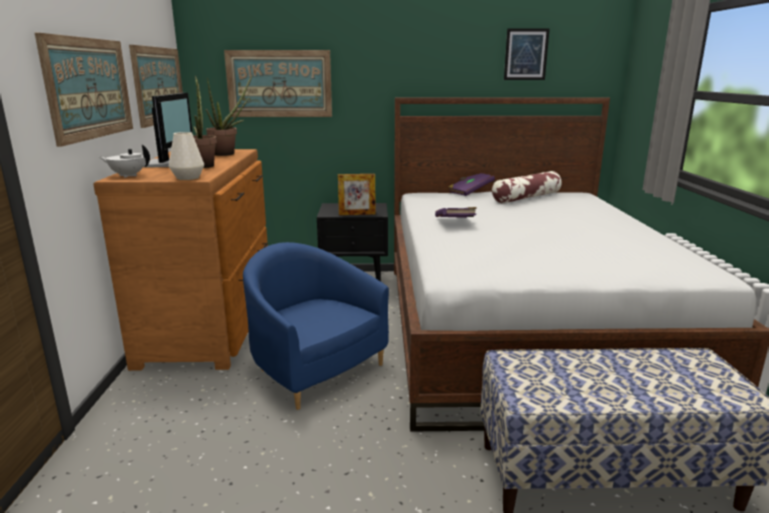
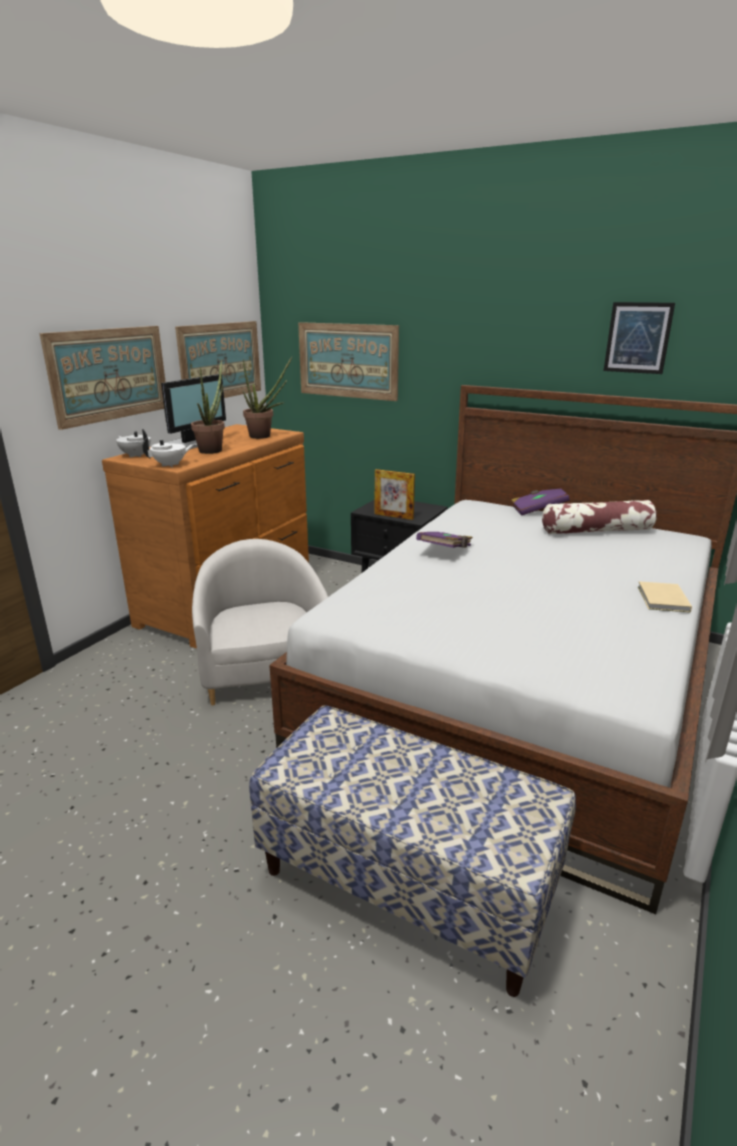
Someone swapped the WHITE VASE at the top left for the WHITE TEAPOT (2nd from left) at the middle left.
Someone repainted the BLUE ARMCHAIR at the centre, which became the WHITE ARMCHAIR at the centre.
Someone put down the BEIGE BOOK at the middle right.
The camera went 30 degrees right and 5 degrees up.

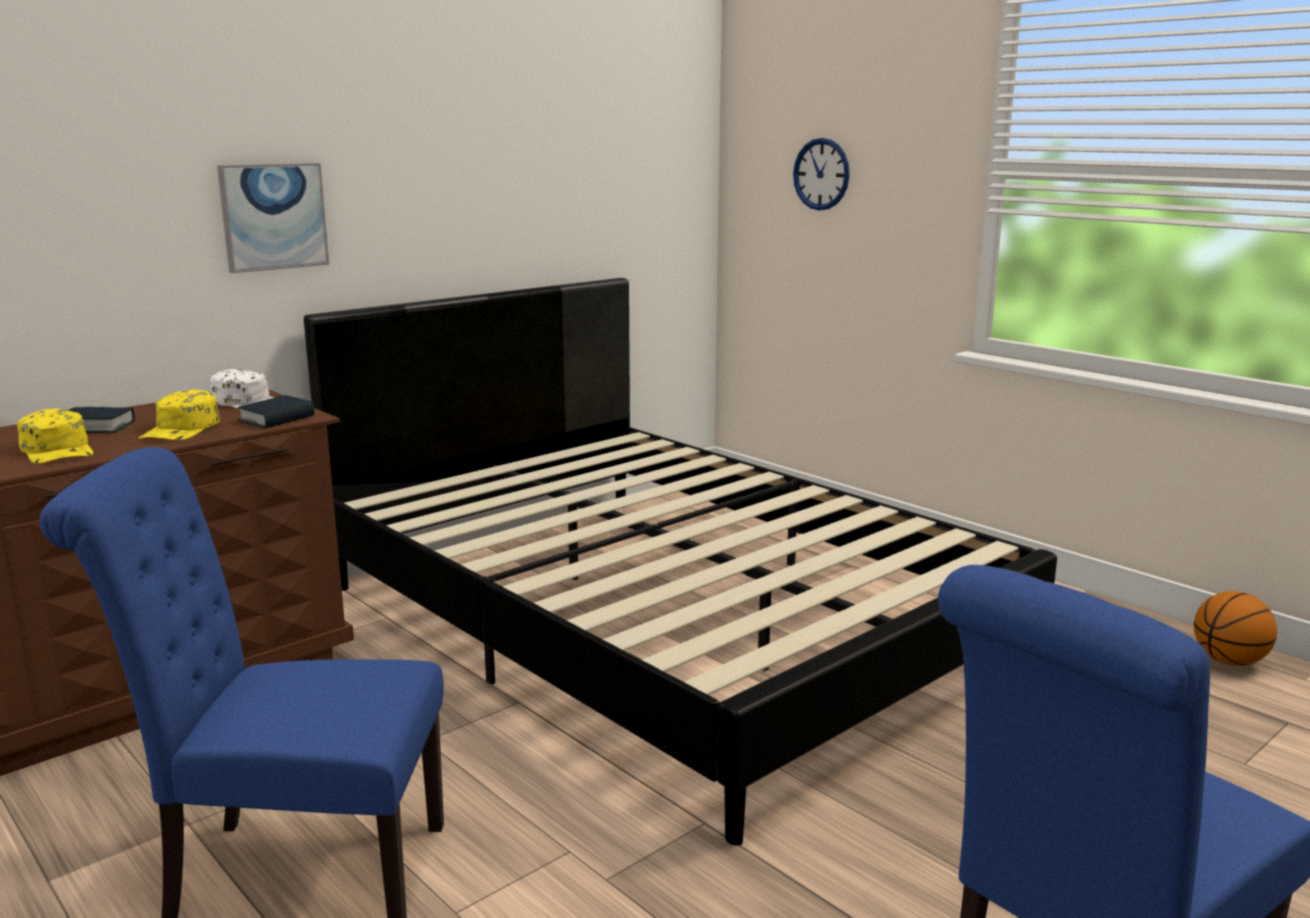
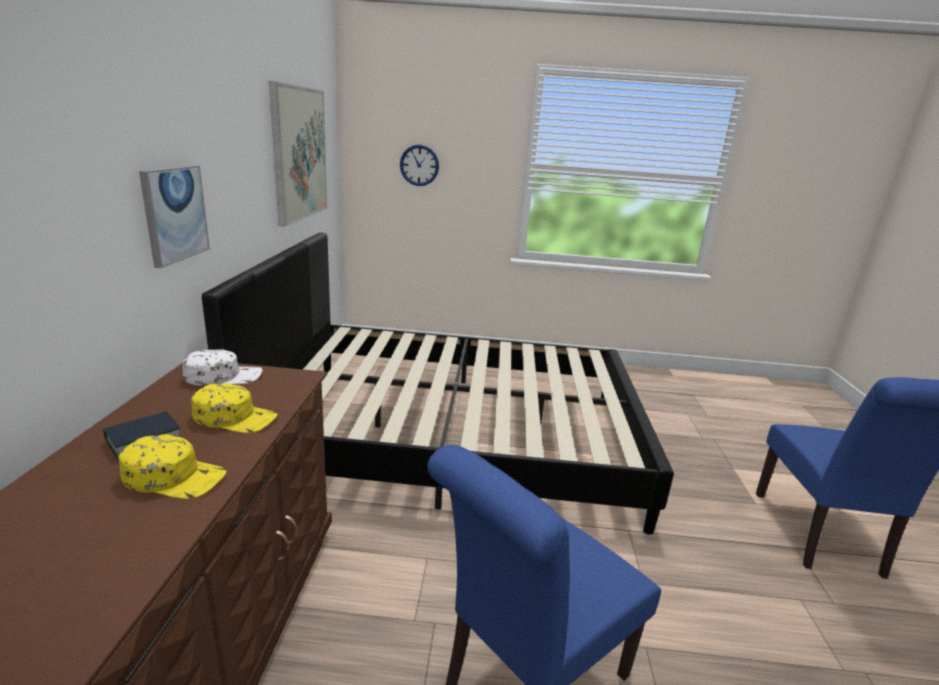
Someone rotated the YELLOW CAP (2nd from left) at the middle left by 45 degrees counterclockwise.
Someone took away the BOOK (2nd from left) at the middle left.
Someone took away the BASKETBALL at the bottom right.
Someone put up the PICTURE (2nd from left) at the top left.
The camera went 45 degrees left and 5 degrees up.

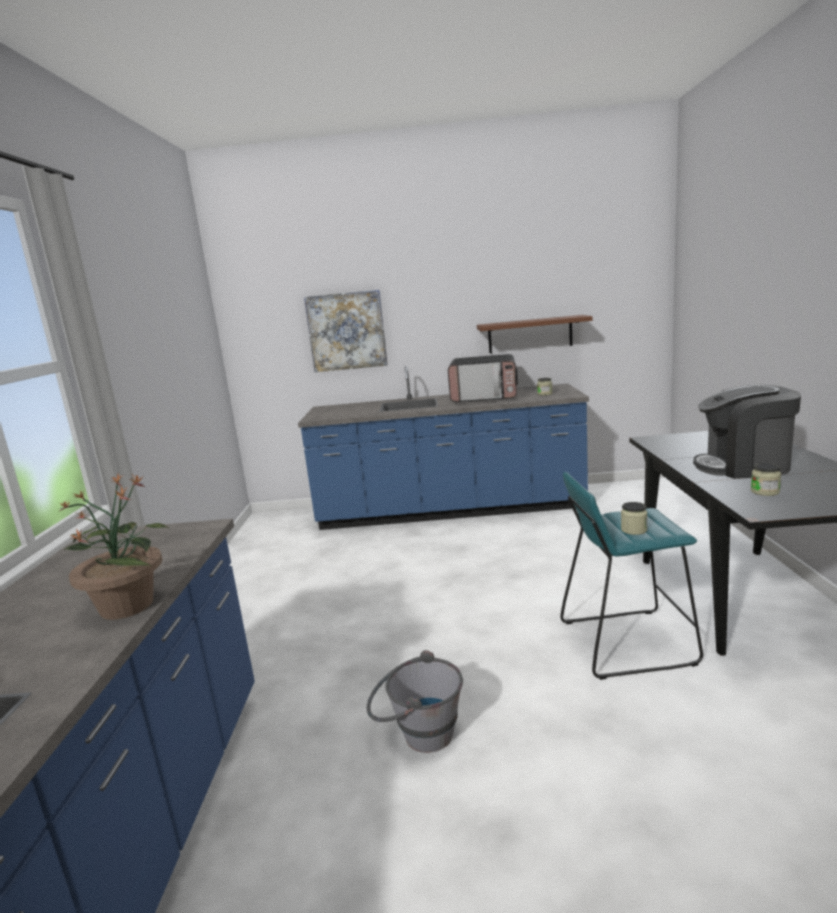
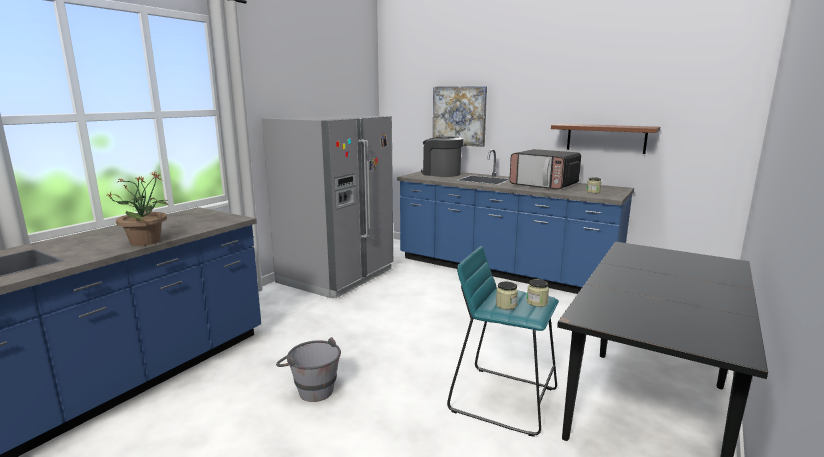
Someone carried the COFFEE MACHINE from the middle right to the centre.
Someone carried the JAR (3rd from left in the first image) from the middle right to the centre.
Someone put down the GREY FRIDGE at the centre.
The camera went 30 degrees right and 0 degrees up.

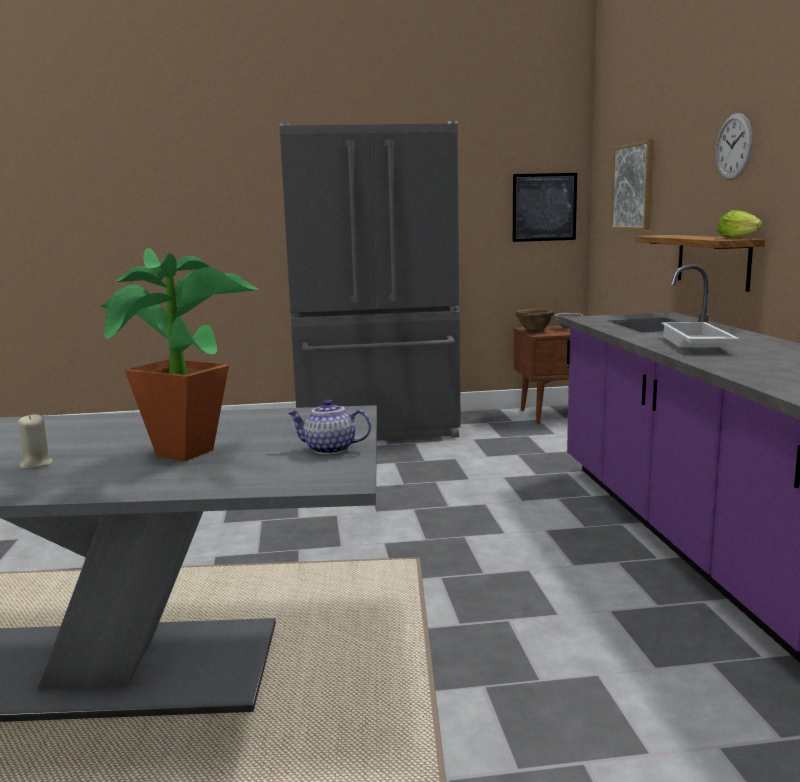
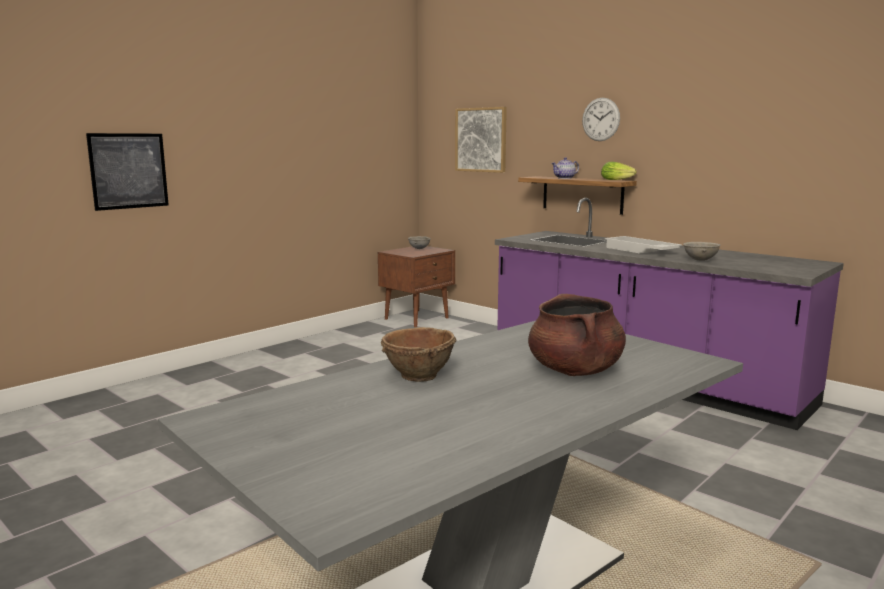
Someone took away the GREY FRIDGE at the centre.
Someone carried the PICTURE (1st from left) from the top right to the top left.
Someone swapped the POTTED PLANT at the middle left for the BROWN COOKING POT at the centre.
Someone carried the BROWN BOWL from the middle right to the centre.
Someone carried the TEAPOT from the centre to the top centre.
Someone took away the BEIGE CANDLE at the middle left.
Someone put down the GREY BOWL (2nd from left) at the middle right.
The camera went 40 degrees left and 0 degrees up.

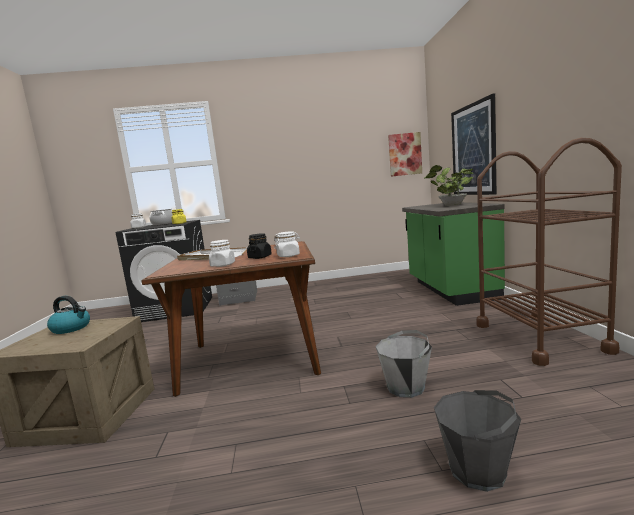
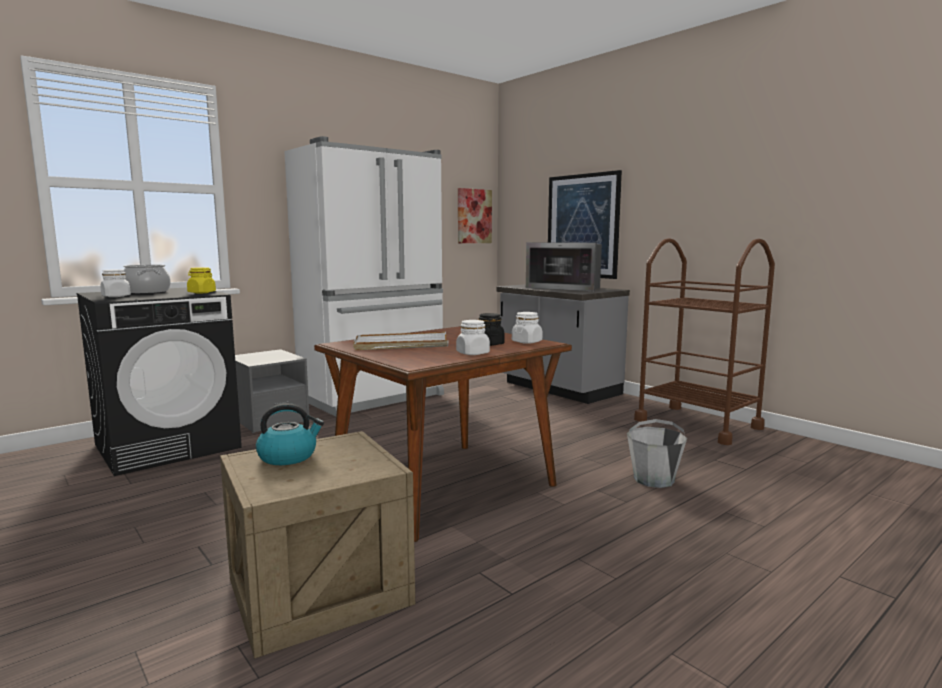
Someone swapped the POTTED PLANT at the middle right for the MICROWAVE at the centre.
Someone repainted the GREEN COUNTER at the middle right, which became the GREY COUNTER at the centre.
Someone took away the GREY BUCKET (2nd from left) at the bottom right.
Someone put down the WHITE FRIDGE at the centre.
The camera went 35 degrees left and 0 degrees up.

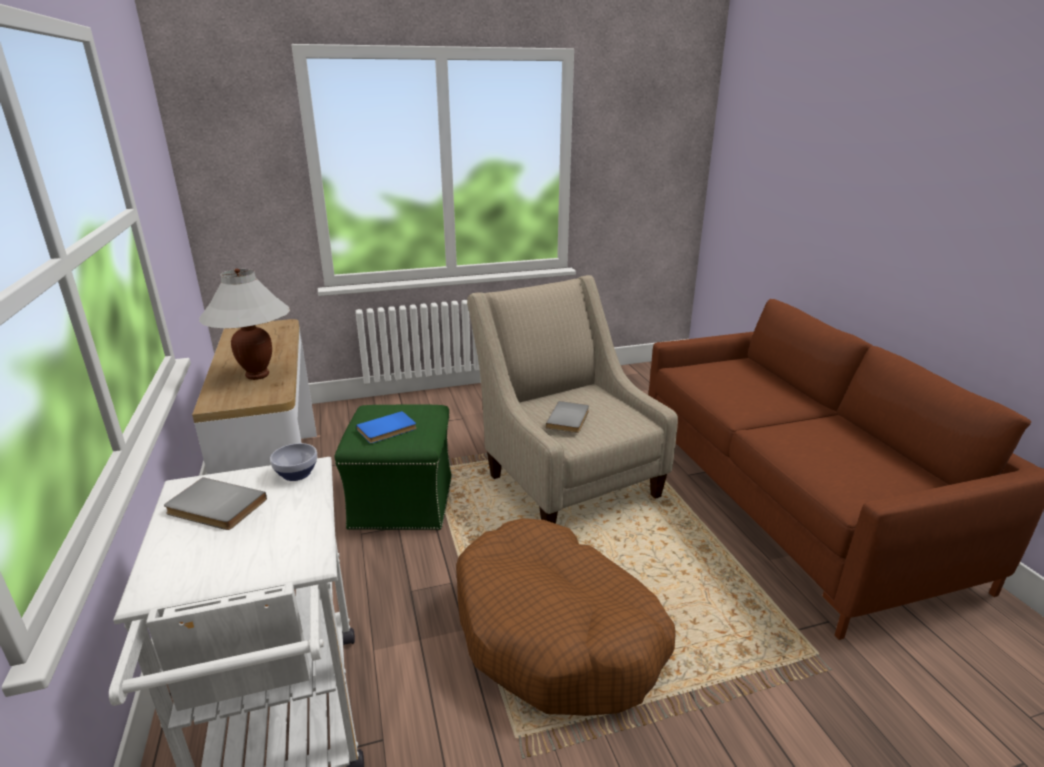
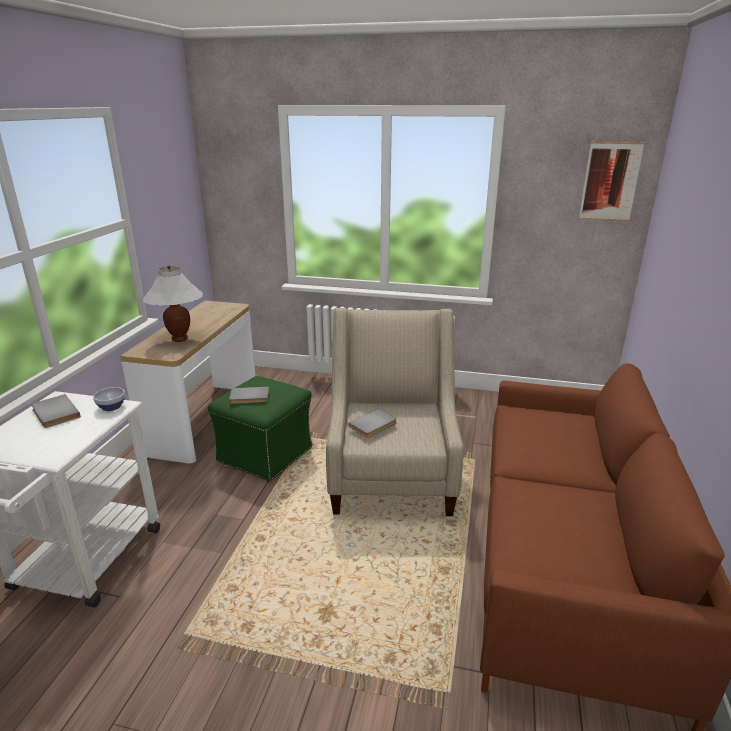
Someone repainted the BLUE BOOK at the centre, which became the GREY BOOK (2nd from left) at the centre.
Someone took away the BROWN DOG BED at the bottom centre.
Someone put up the PICTURE at the top right.
The camera went 30 degrees right and 0 degrees up.

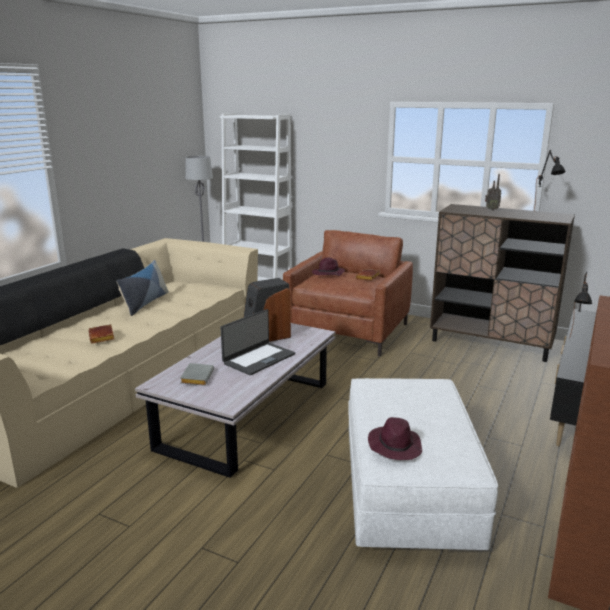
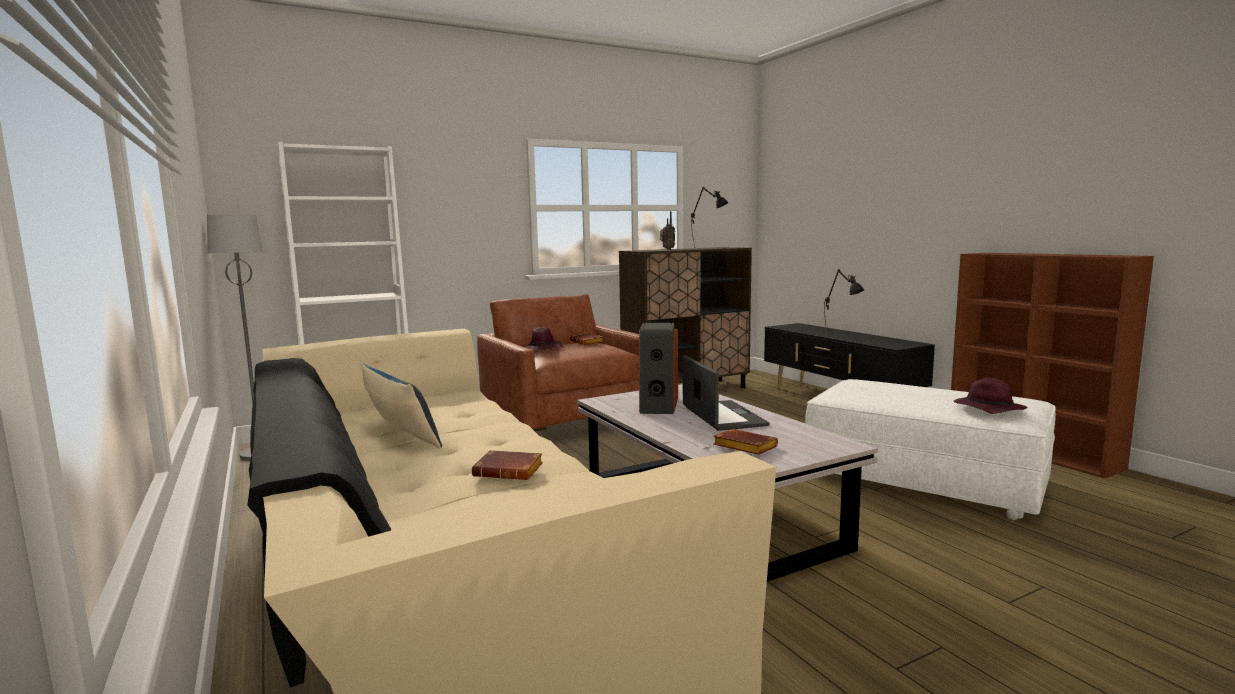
Someone repainted the GREY BOOK at the middle left, which became the BROWN BOOK (3rd from left) at the centre.
The camera went 55 degrees left and 10 degrees down.

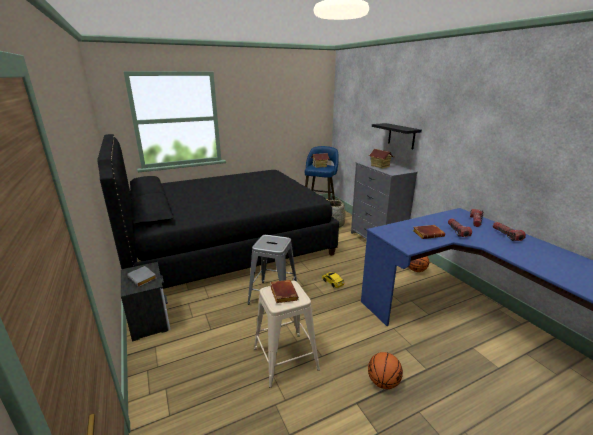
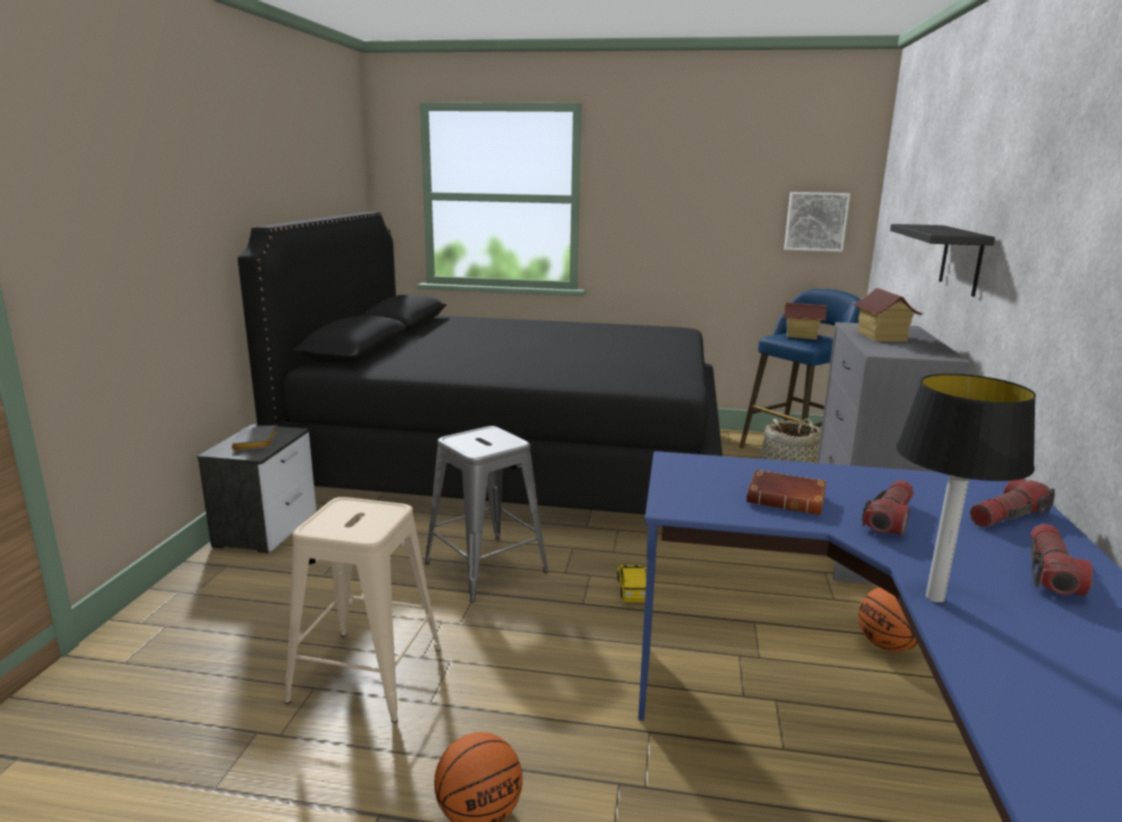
Someone took away the BROWN BOOK (1st from left) at the bottom centre.
Someone put up the PICTURE at the top right.
Someone put down the TABLE LAMP at the middle right.
The camera went 35 degrees right and 5 degrees down.

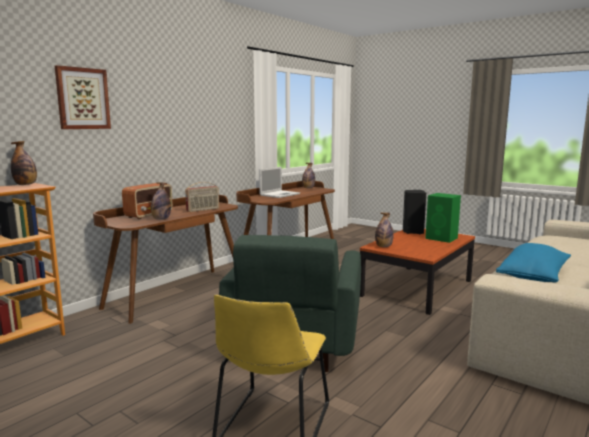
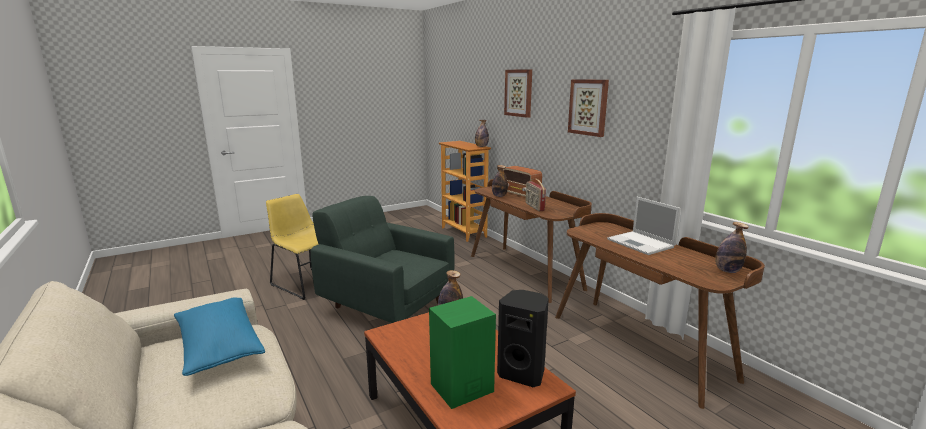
Someone put up the PICTURE (2nd from left) at the top centre.
The camera went 110 degrees right and 5 degrees up.

